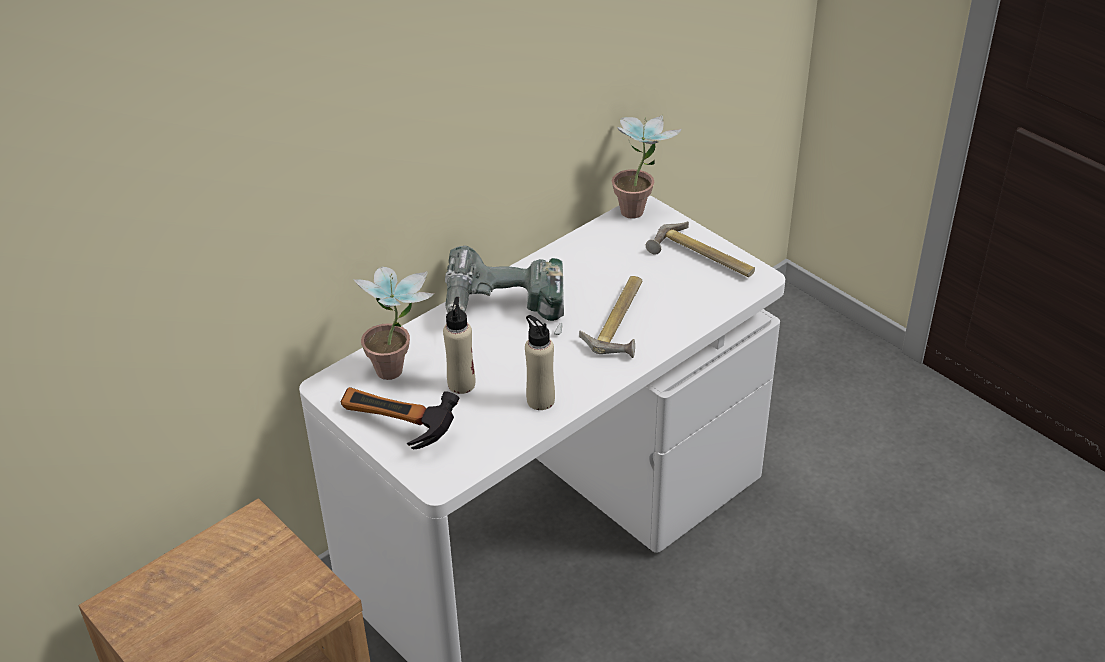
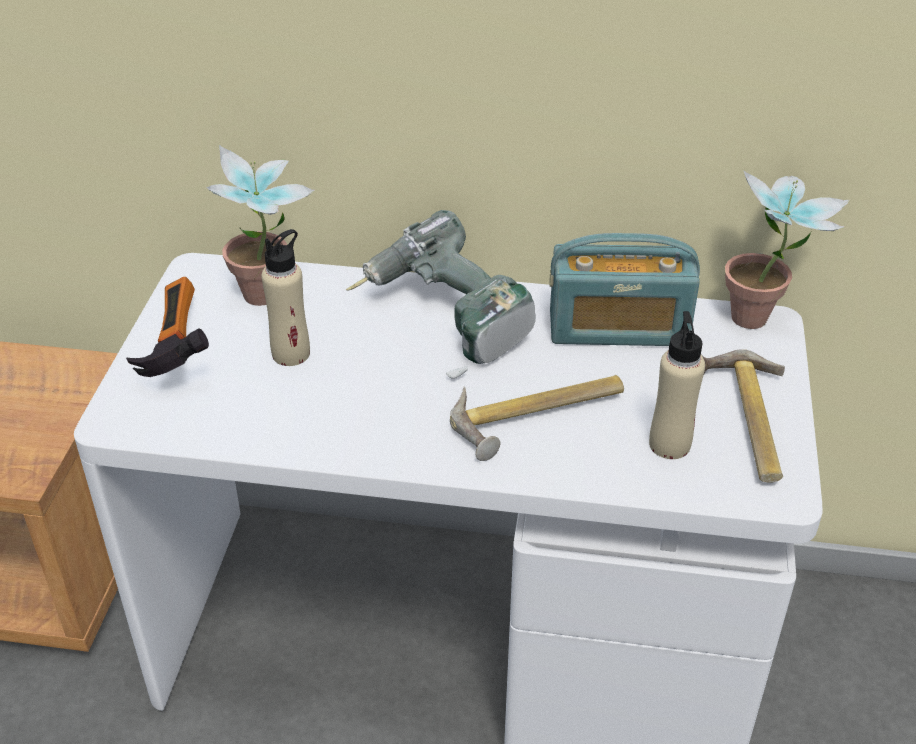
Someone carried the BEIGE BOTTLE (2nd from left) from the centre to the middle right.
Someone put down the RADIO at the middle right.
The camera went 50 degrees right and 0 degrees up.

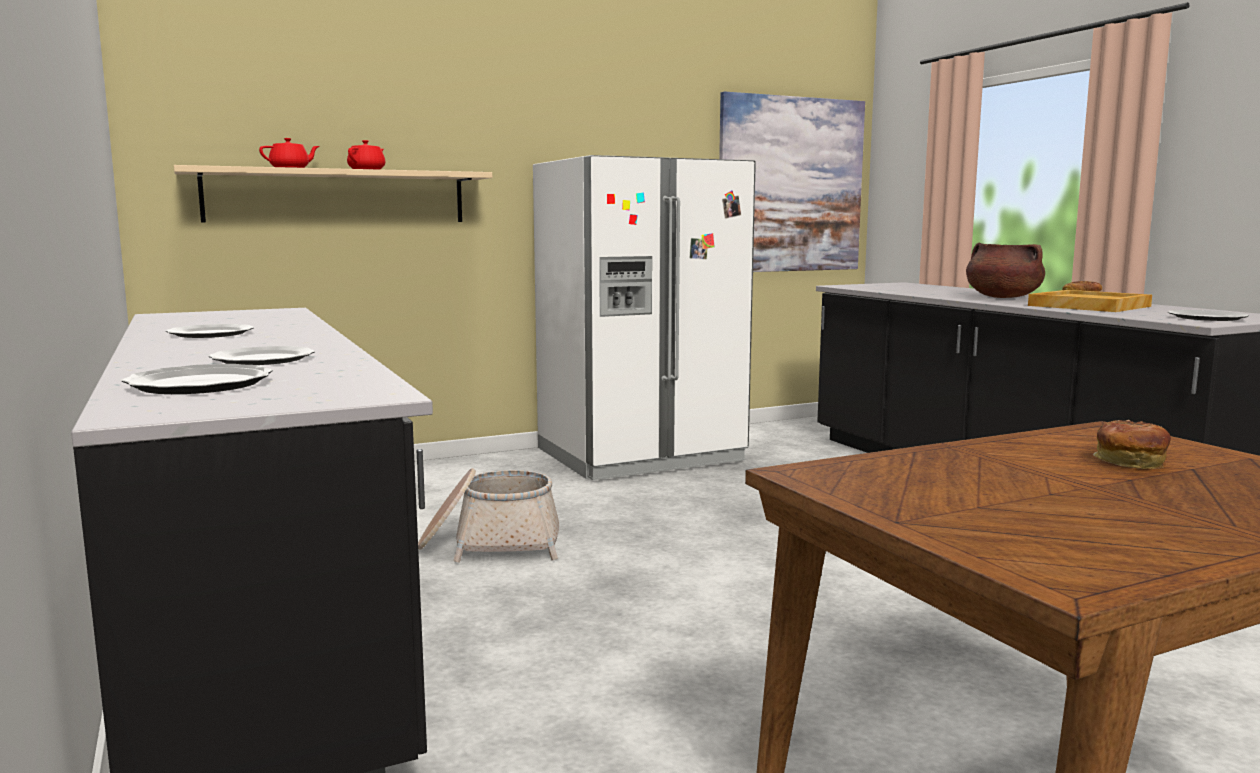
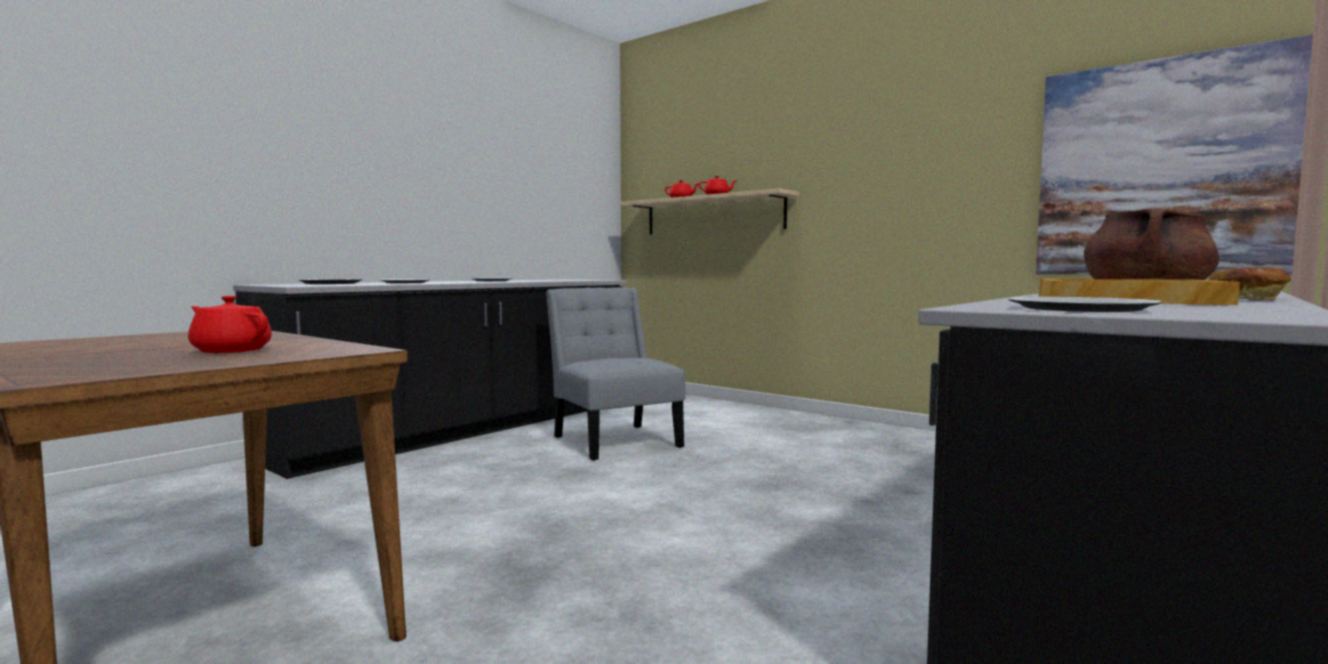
Someone took away the WHITE FRIDGE at the centre.
Someone swapped the BREAD (2nd from left) at the middle right for the RED TEAPOT (1st from left) at the middle left.
Someone swapped the BASKET at the centre for the GREY CHAIR at the centre.
The camera went 65 degrees right and 5 degrees down.

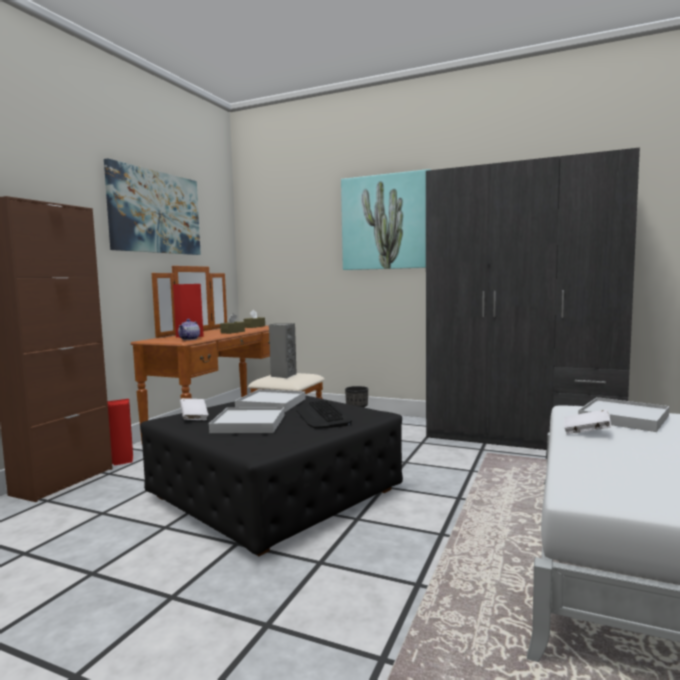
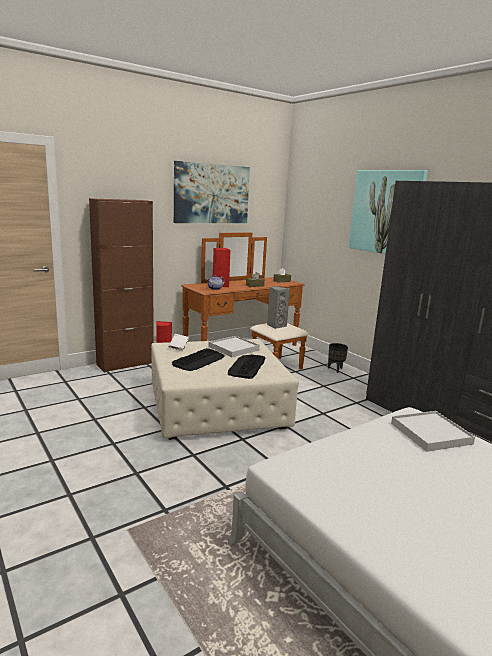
Someone repainted the BLACK OTTOMAN at the bottom centre, which became the BEIGE OTTOMAN at the centre.
Someone swapped the WHITE TRAY (1st from left) at the centre for the KEYBOARD (1st from left) at the centre.
Someone took away the WHITE BOOK (2nd from left) at the middle right.
The camera went 30 degrees right and 10 degrees up.

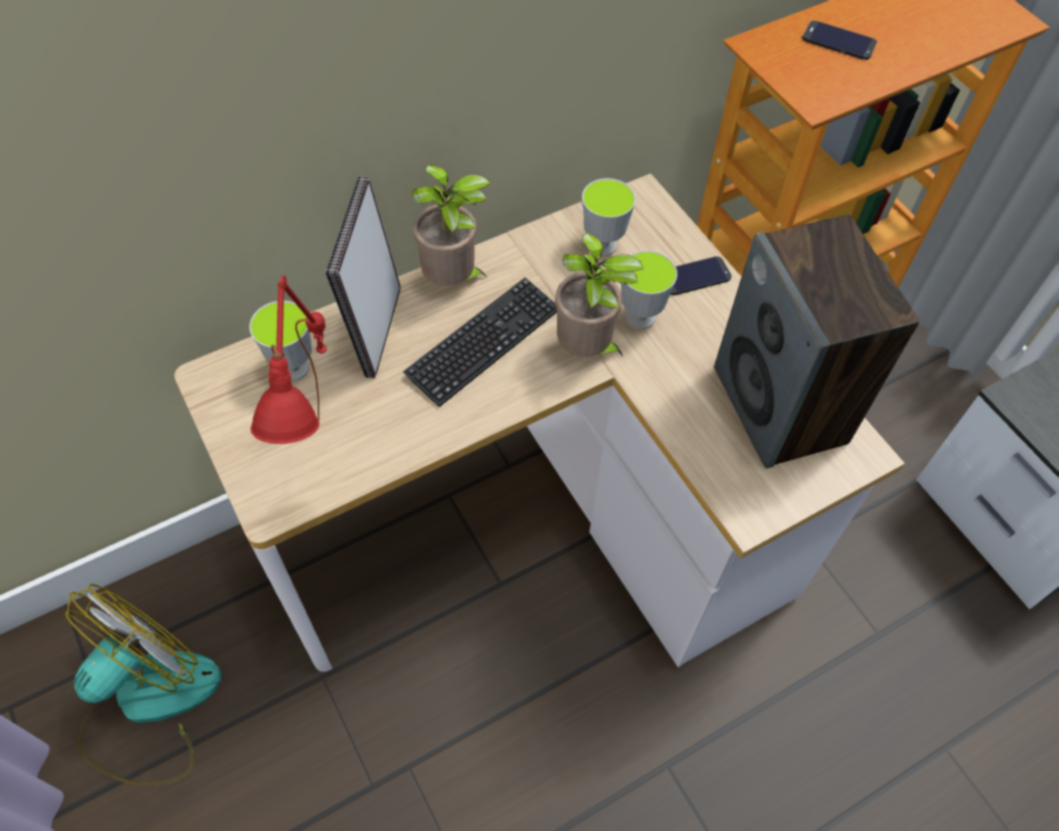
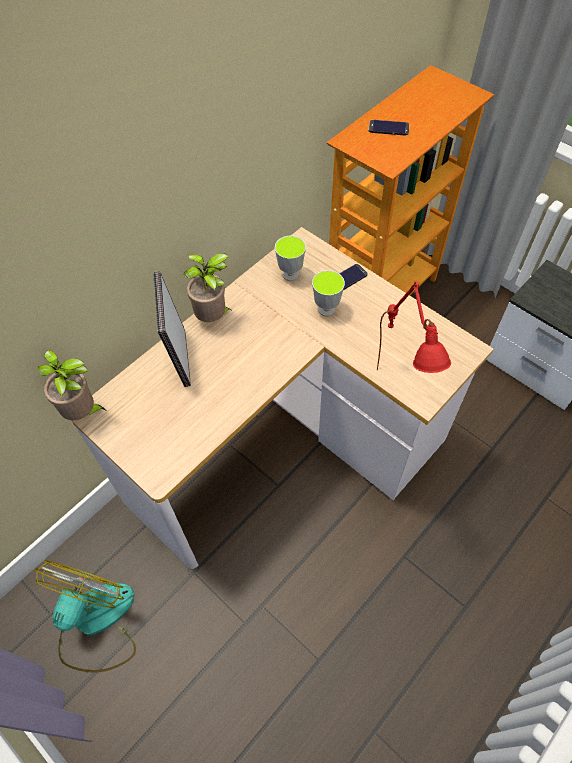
Someone took away the SPEAKER at the middle right.
Someone carried the POTTED PLANT (2nd from left in the first image) from the centre to the middle left.
Someone carried the RED TABLE LAMP from the middle left to the middle right.
Someone took away the KEYBOARD at the centre.
Someone took away the CUP (1st from left) at the middle left.
The camera went 15 degrees left and 0 degrees up.

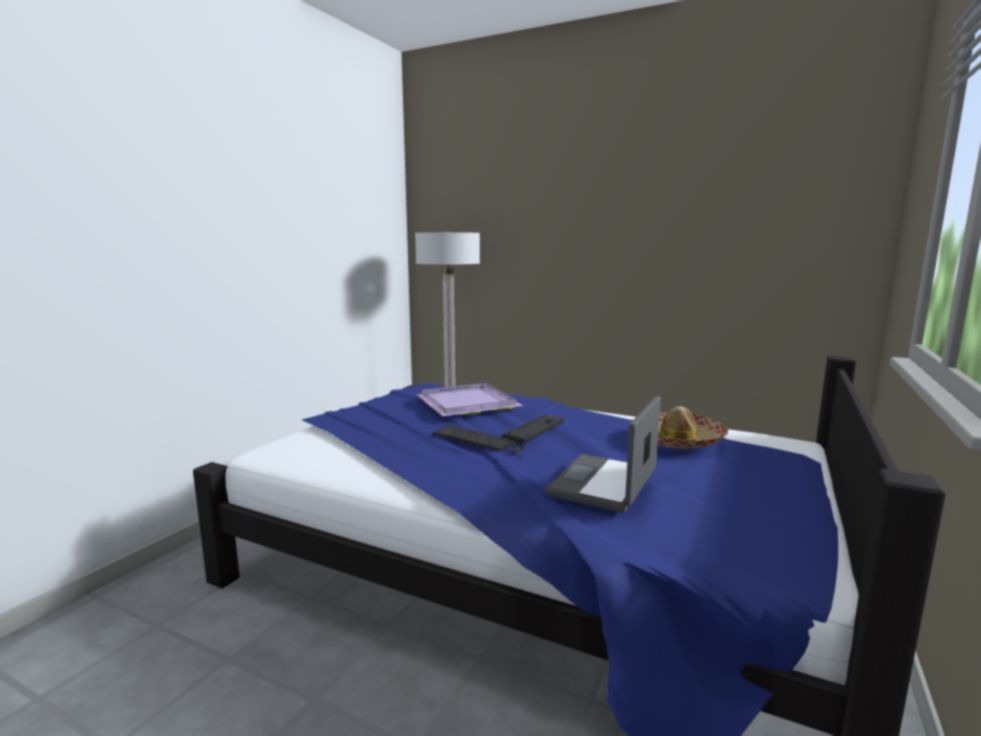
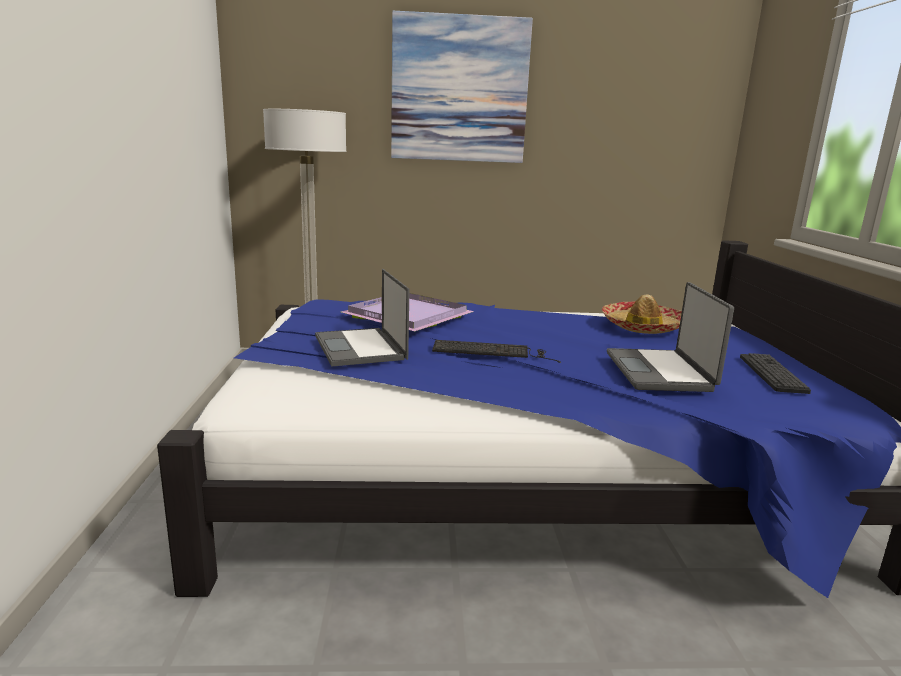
Someone carried the KEYBOARD (2nd from left) from the centre to the middle right.
Someone put up the PICTURE at the top centre.
Someone put down the LAPTOP (1st from left) at the centre.
The camera went 30 degrees left and 5 degrees up.

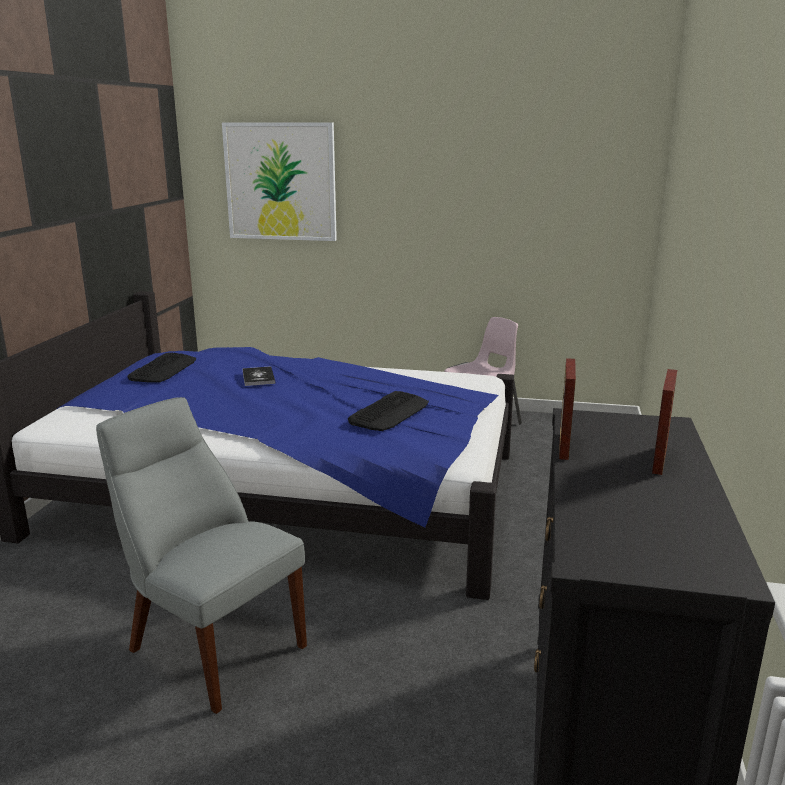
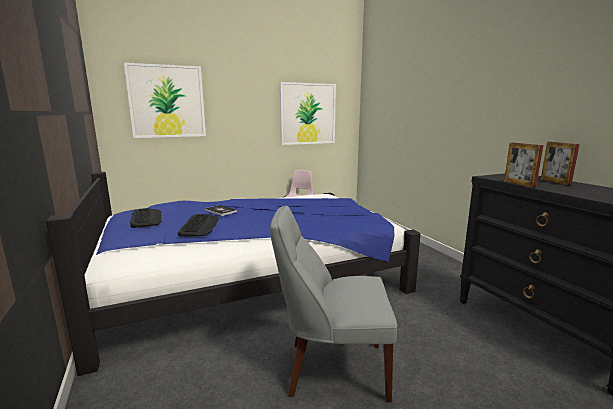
Someone carried the KEYBOARD (2nd from left) from the centre to the middle left.
Someone put up the PICTURE (2nd from left) at the top centre.
The camera went 35 degrees left and 5 degrees down.

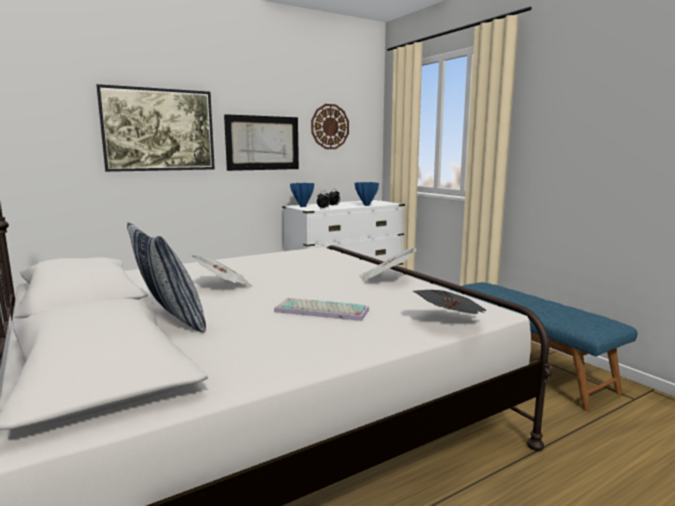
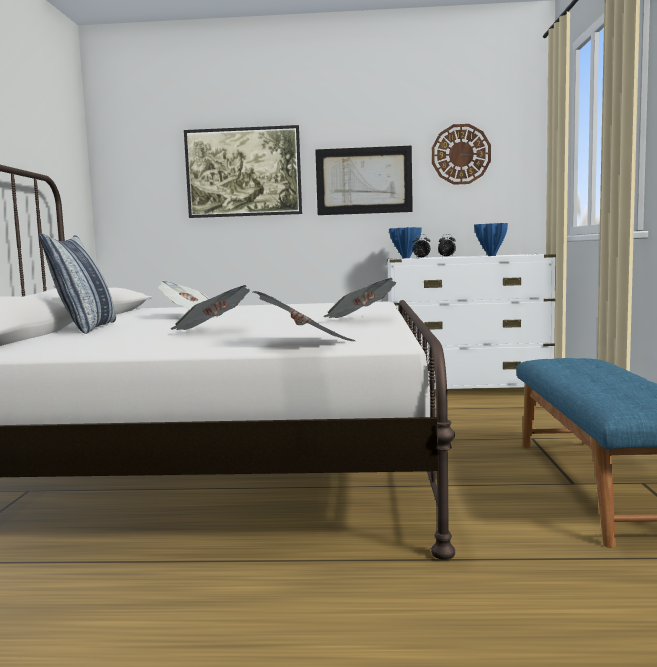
Someone swapped the KEYBOARD at the centre for the NEWSPAPER (2nd from left) at the middle left.
The camera went 35 degrees right and 5 degrees down.

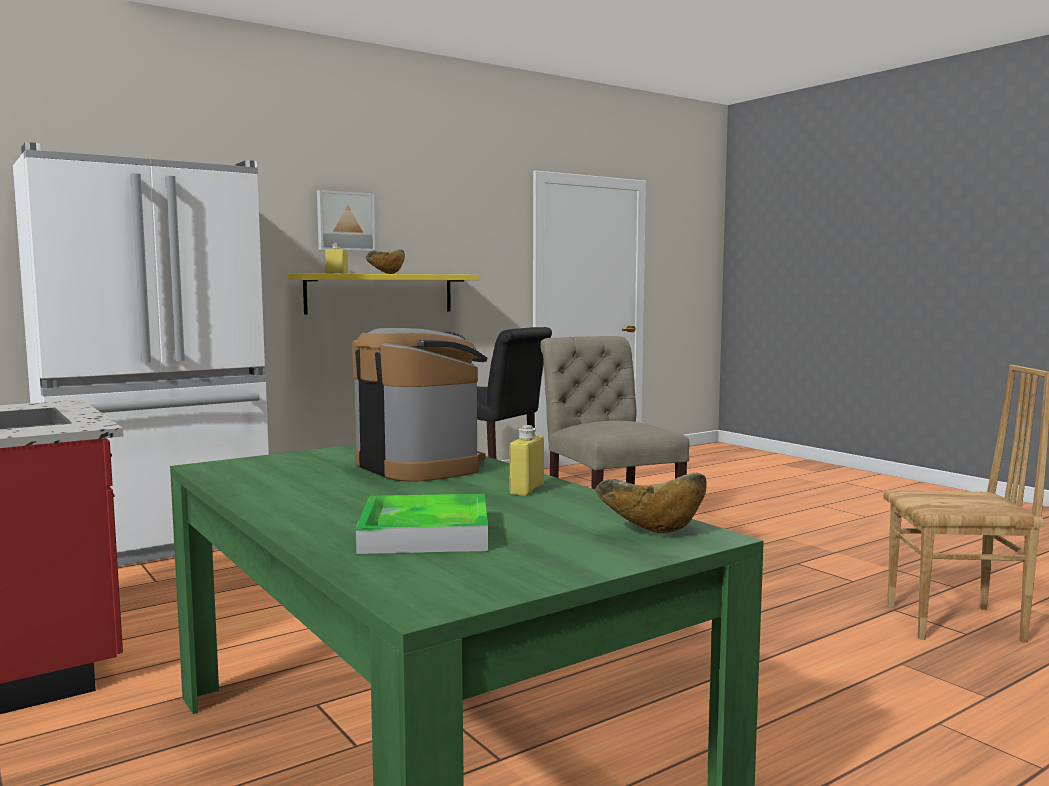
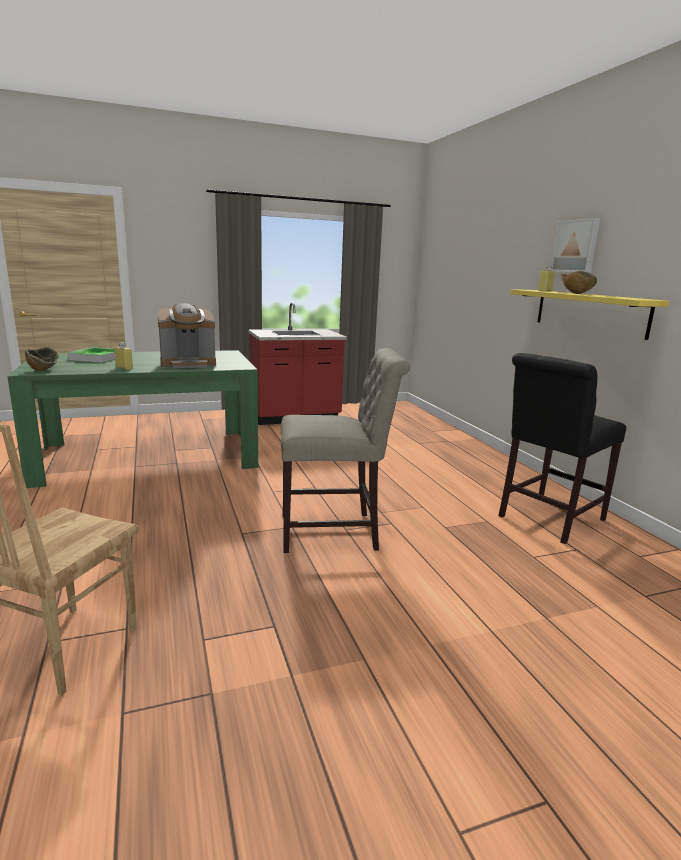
Someone took away the WHITE FRIDGE at the middle left.
The camera went 105 degrees right and 10 degrees up.

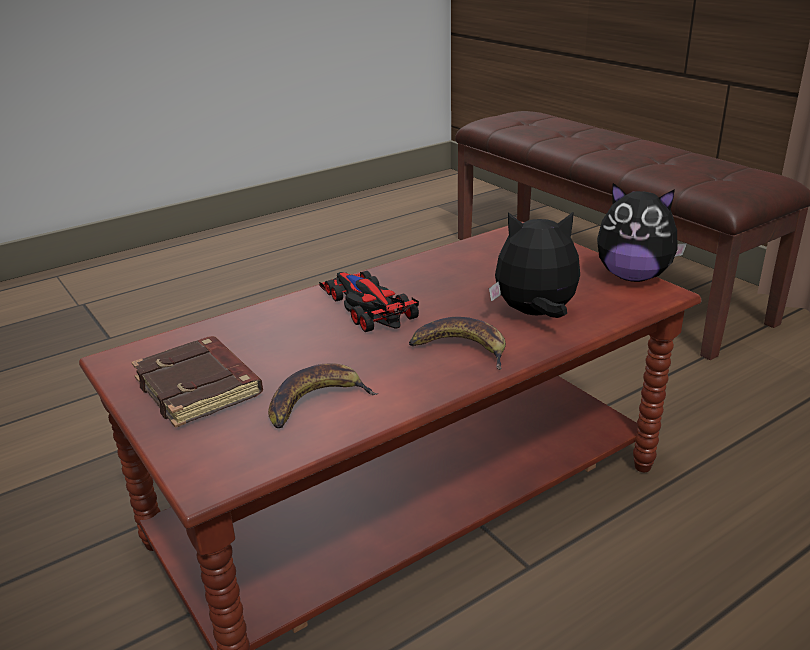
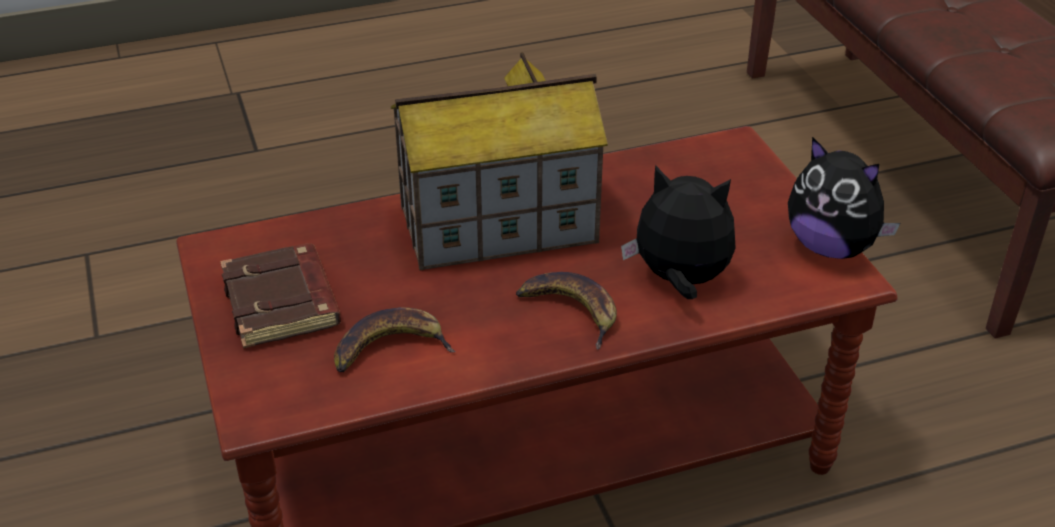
Someone swapped the TOY CAR at the centre for the TOY HOUSE at the top centre.
The camera went 15 degrees right and 10 degrees up.

